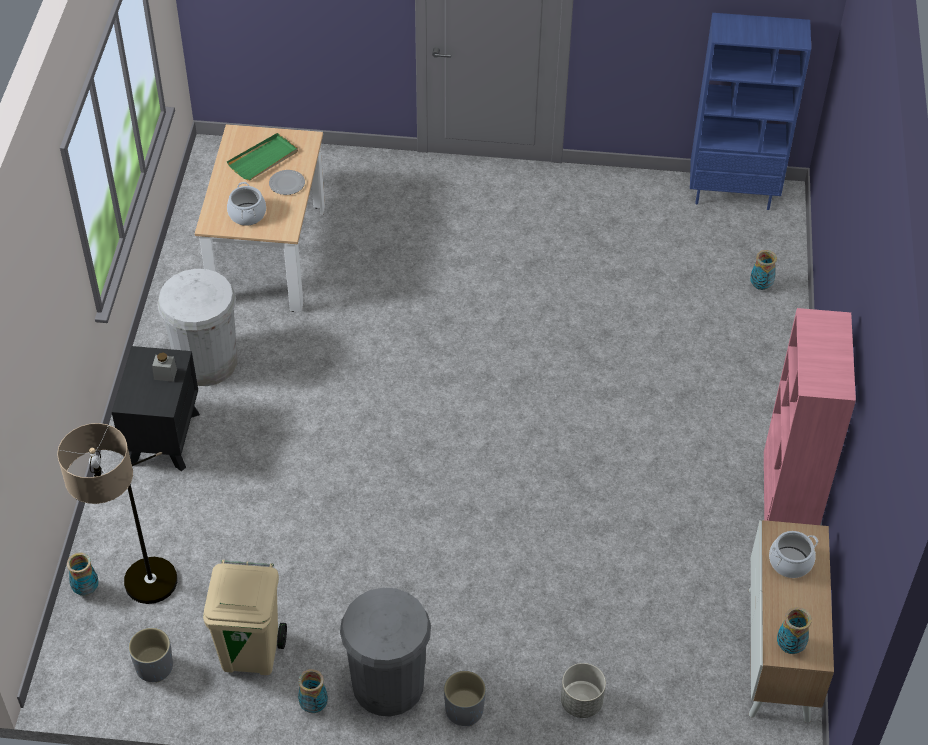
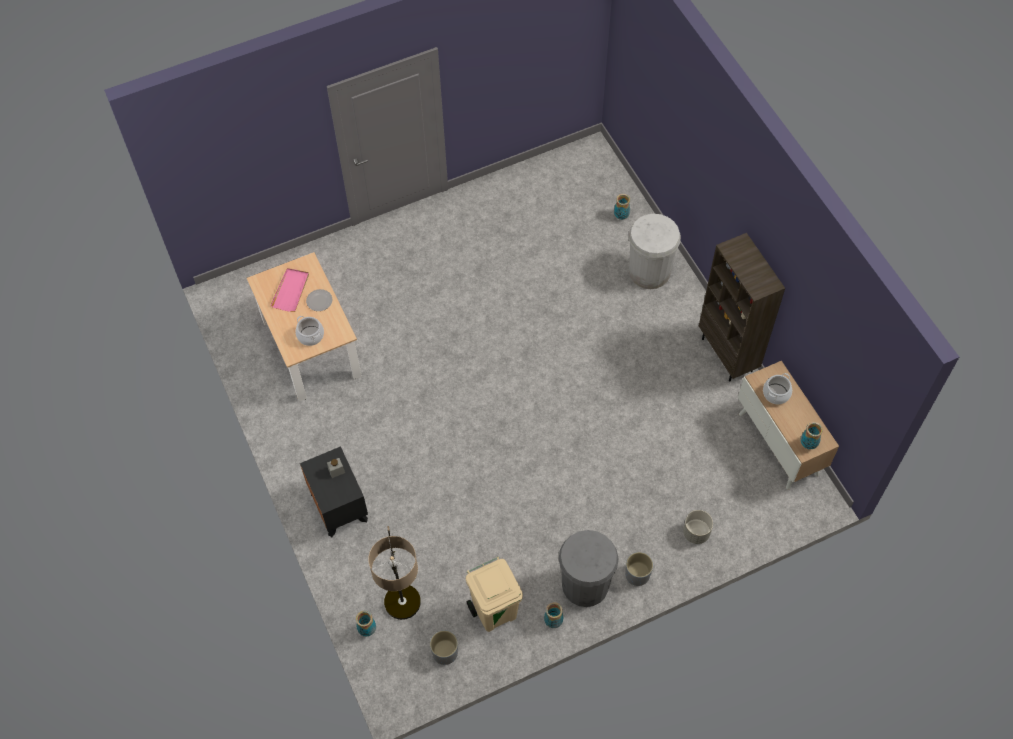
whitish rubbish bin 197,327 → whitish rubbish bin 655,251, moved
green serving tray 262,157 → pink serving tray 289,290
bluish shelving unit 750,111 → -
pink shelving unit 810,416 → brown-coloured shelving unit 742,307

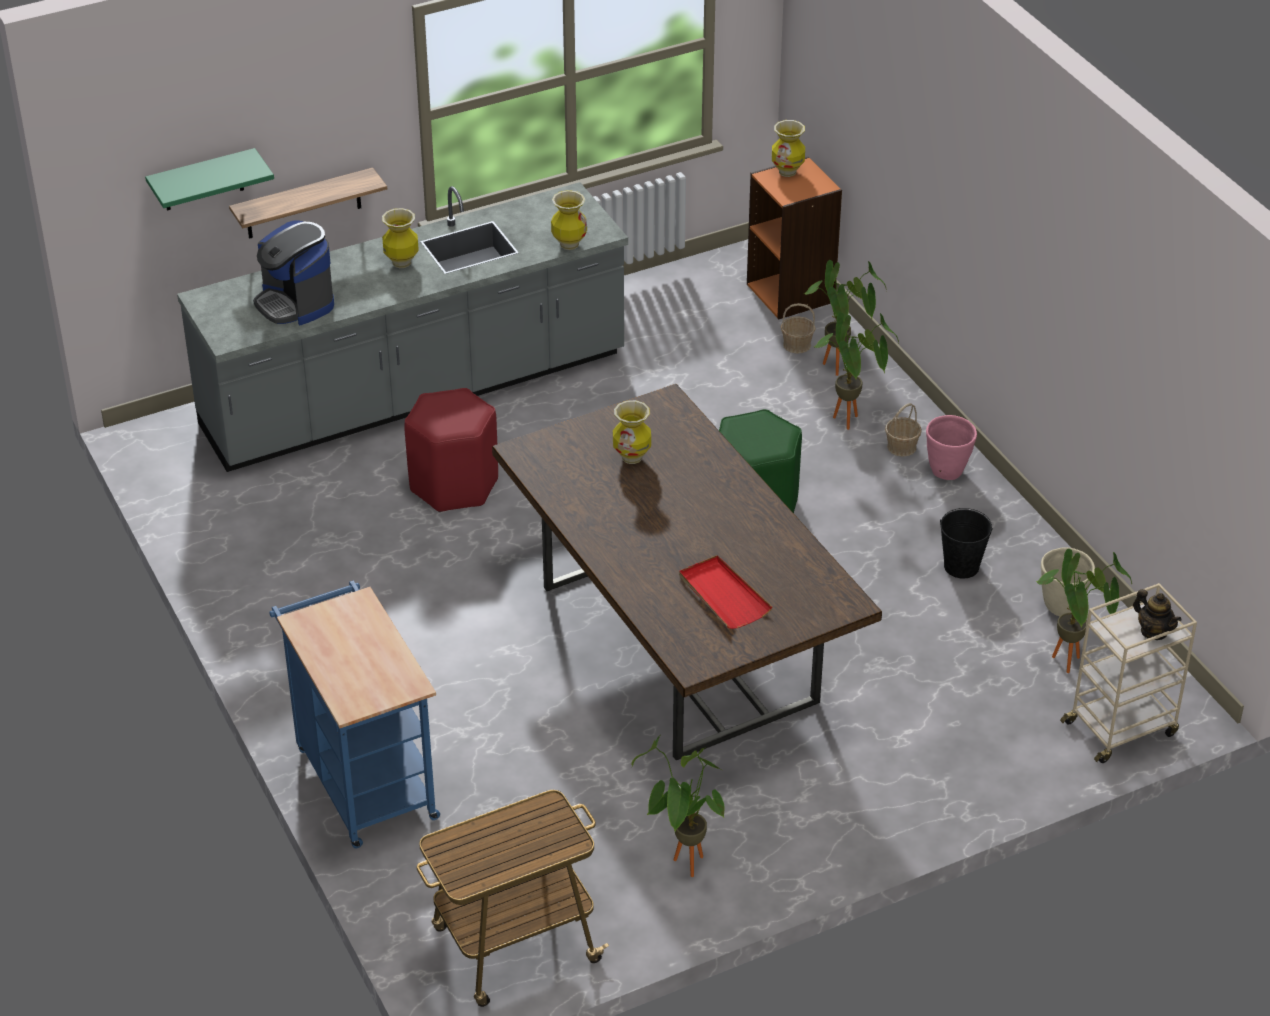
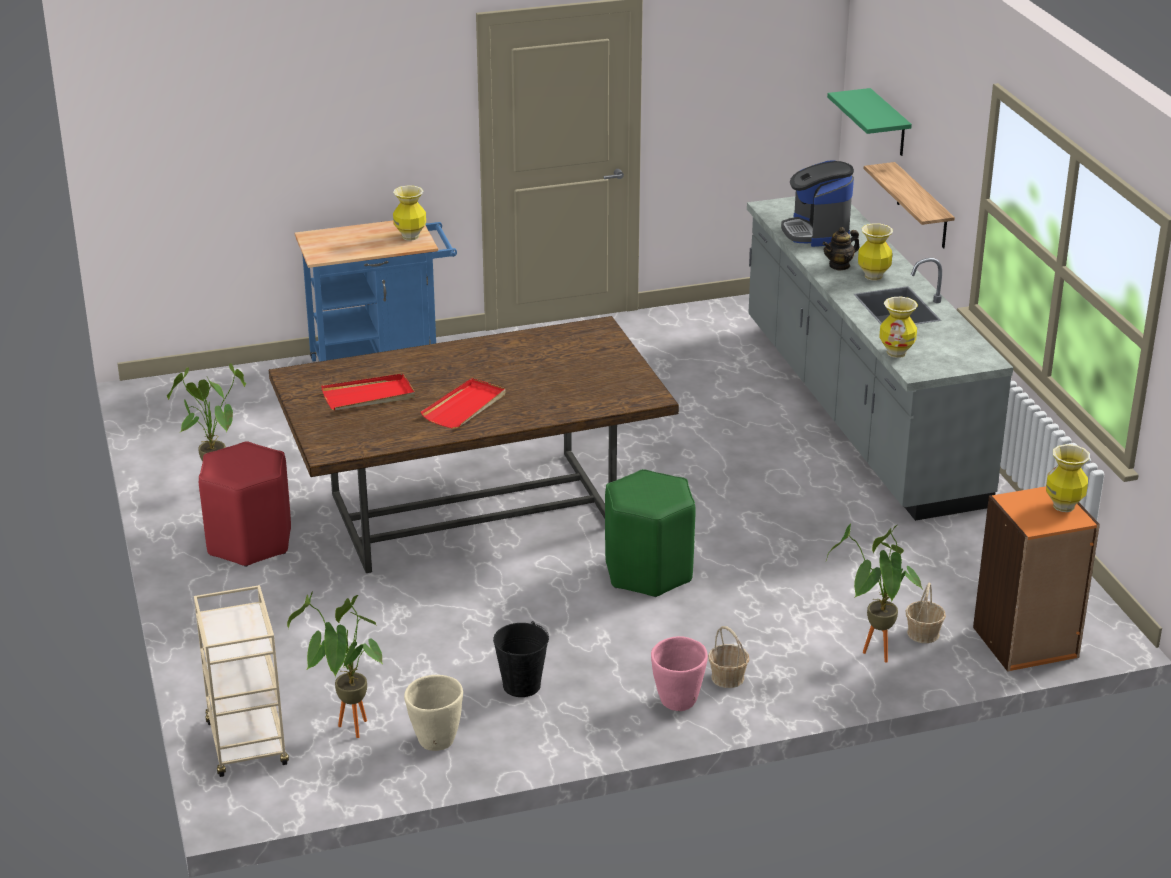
coffee brewer 293,272 → coffee brewer 817,203, 75 degrees counterclockwise
reddish stool 451,450 → reddish stool 245,504, moved
cart 513,898 → -
decorative vase 632,432 → decorative vase 409,213, moved
houseplant 856,371 → -
tea pot 1157,614 → tea pot 840,249, moved
- → reddish serving tray 463,403

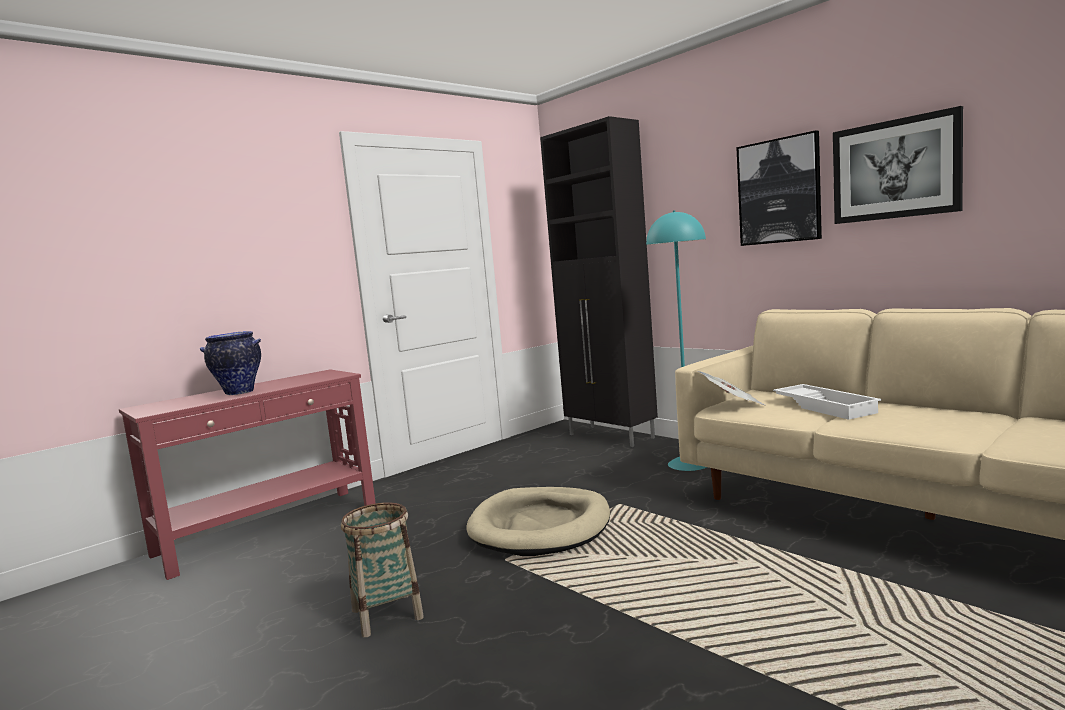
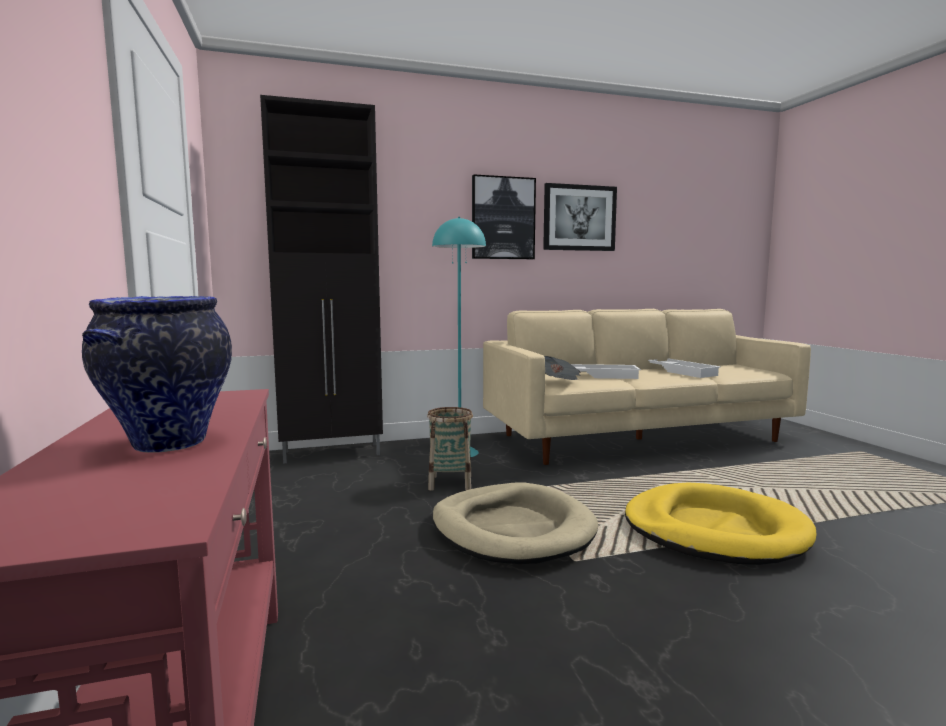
storage basket 382,569 → storage basket 450,449, moved
- → yellow dog bed 721,523
- → whitish serving tray 684,368

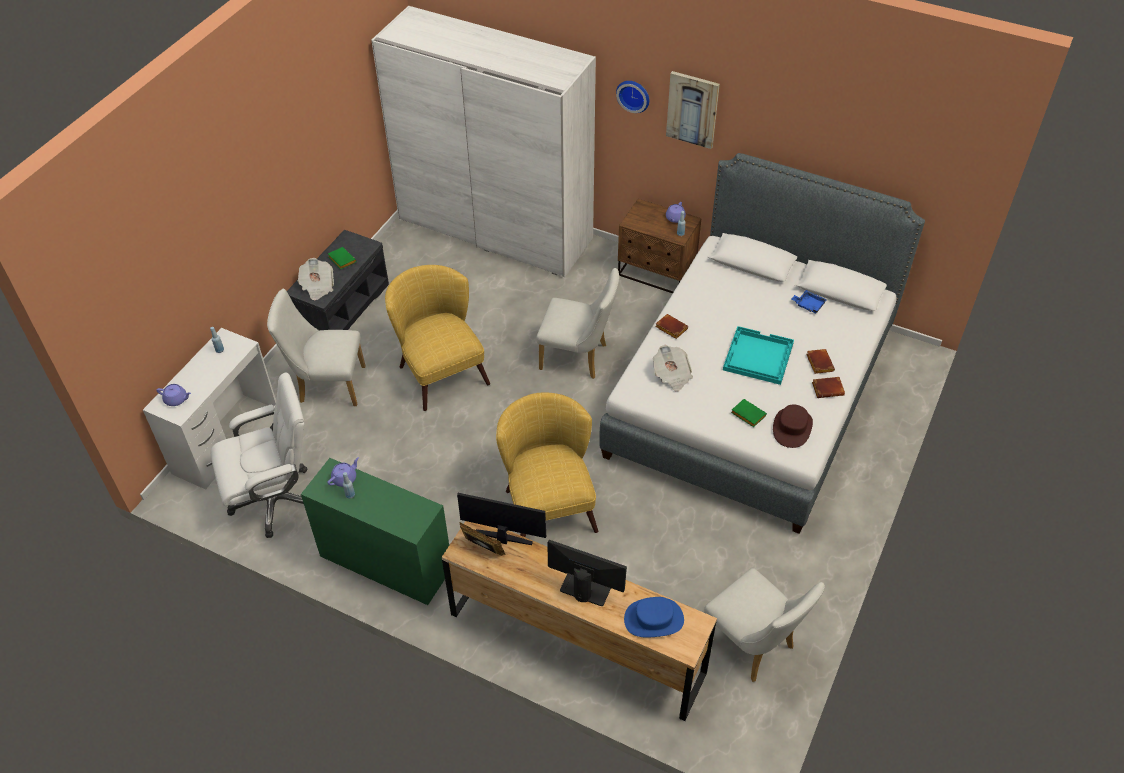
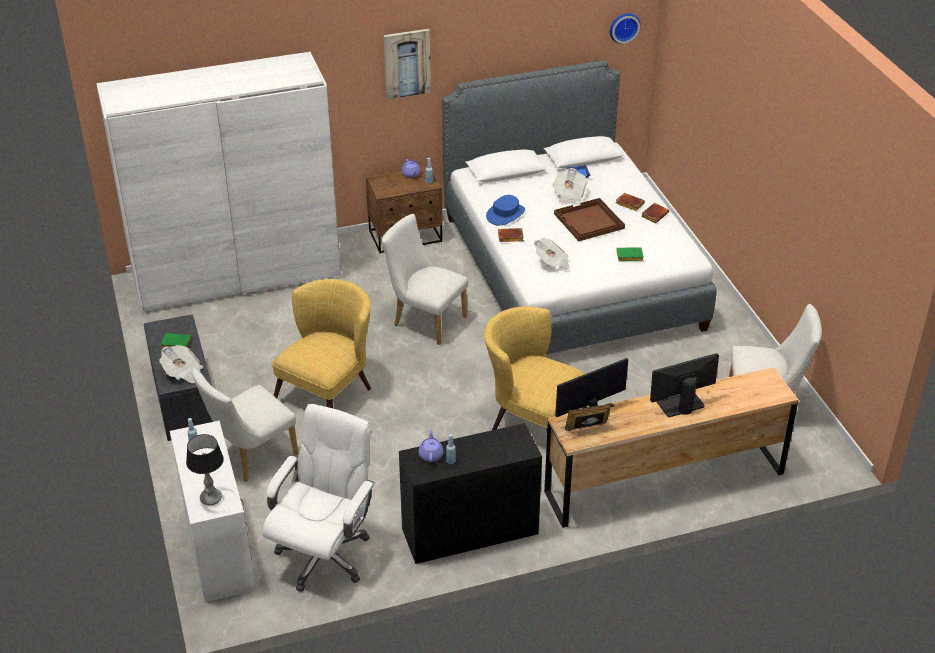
purple tea pot 173,395 → lamp for a table 205,469
green desk table 375,531 → blackish desk table 470,493
yellow lounge chair 437,338 → yellow lounge chair 321,343, 105 degrees clockwise
whitish chair 578,323 → whitish chair 424,279, 120 degrees counterclockwise
hanging clock 632,97 → hanging clock 625,28, moved
bluish clothing hat 654,617 → bluish clothing hat 505,210, moved
turquoise serving tray 758,355 → brown-coloured serving tray 589,219
brown-coloured clothing hat 793,426 → -
- → newspaper 570,186

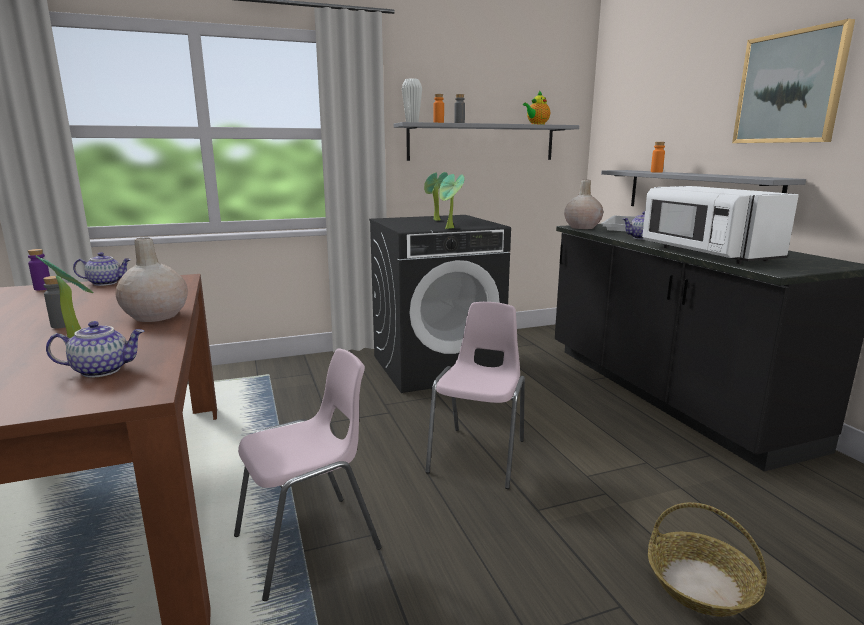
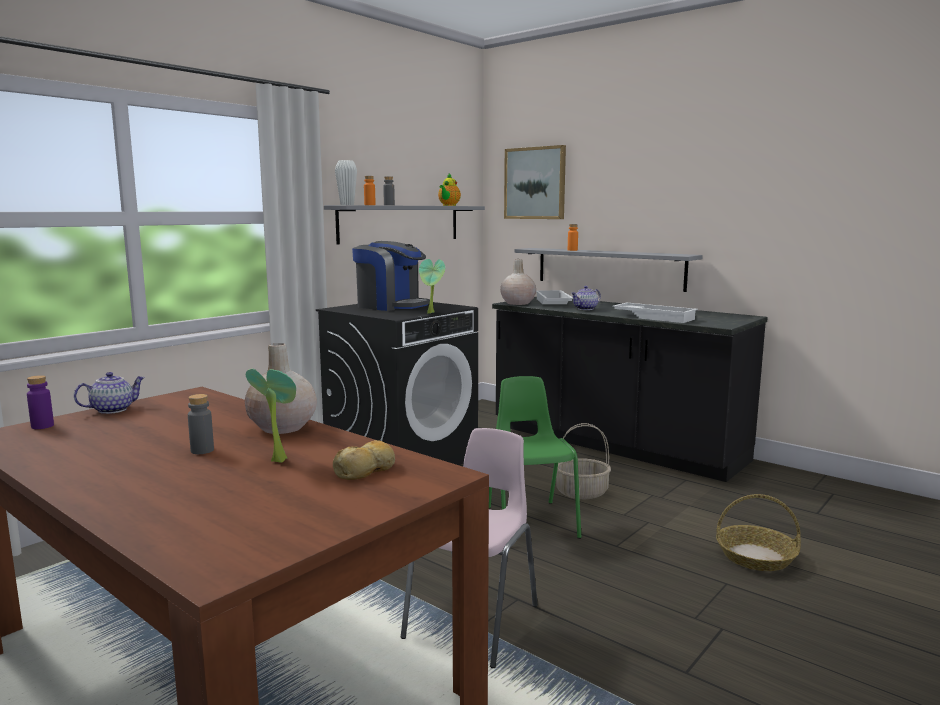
tea pot 95,349 → bakery bread 364,460
houseplant 436,196 → coffee brewer 391,276
pink chair 475,395 → green chair 535,457
whitish kitchen microwave 720,225 → whitish serving tray 655,313
wall picture 793,81 → wall picture 535,182, moved
- → storage basket 583,461

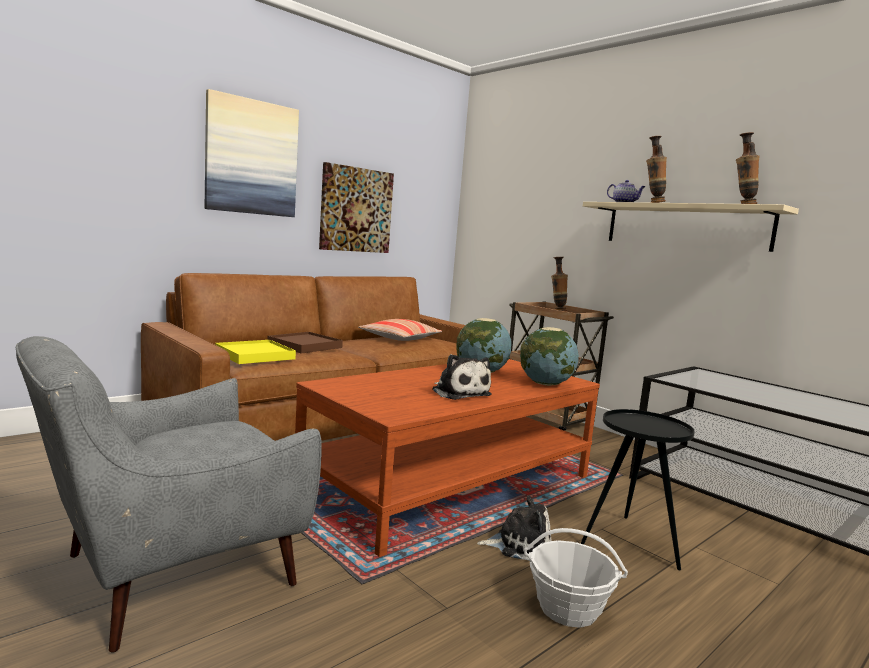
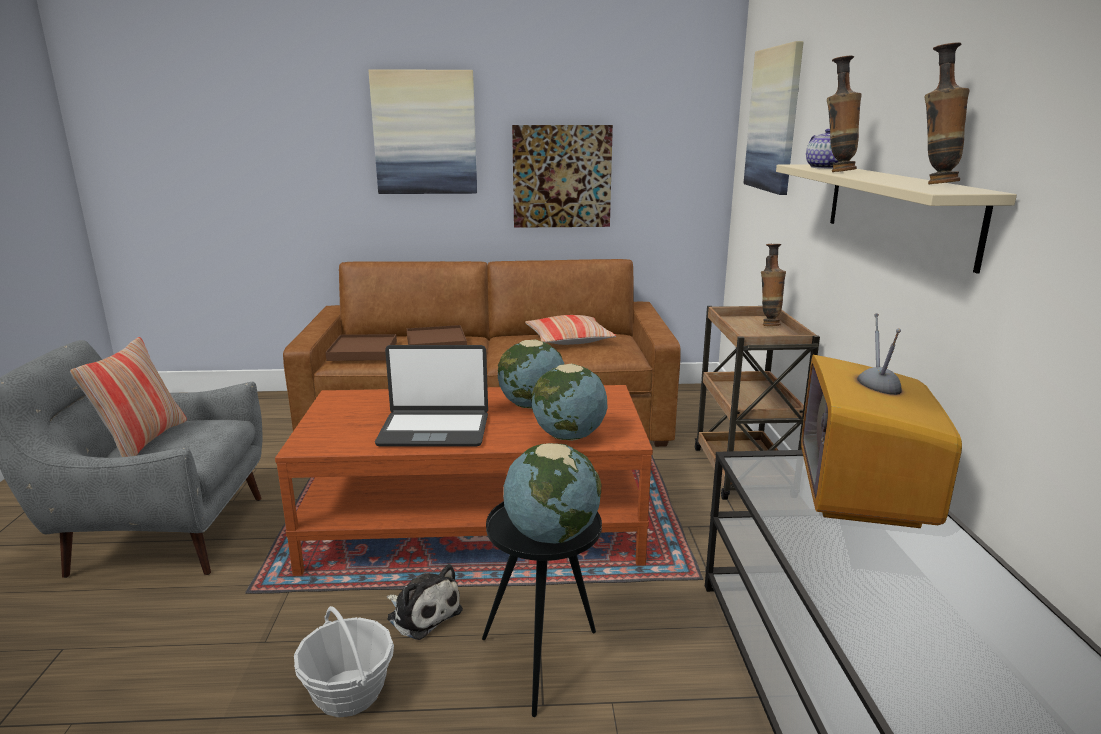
yellow serving tray 255,352 → brown-coloured serving tray 361,347
soft toy 461,377 → portable computer 431,396
- → cushion 128,397
- → world globe 552,493
- → wall picture 773,118
- → TV 881,420

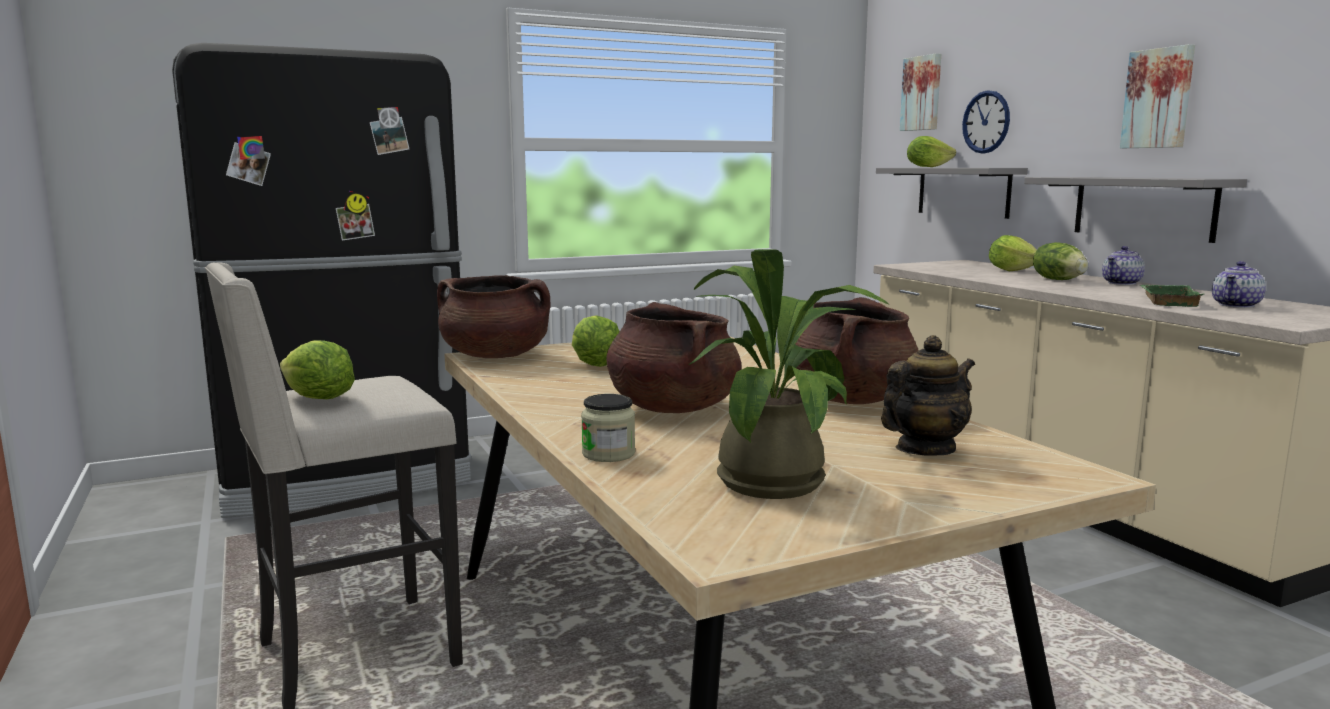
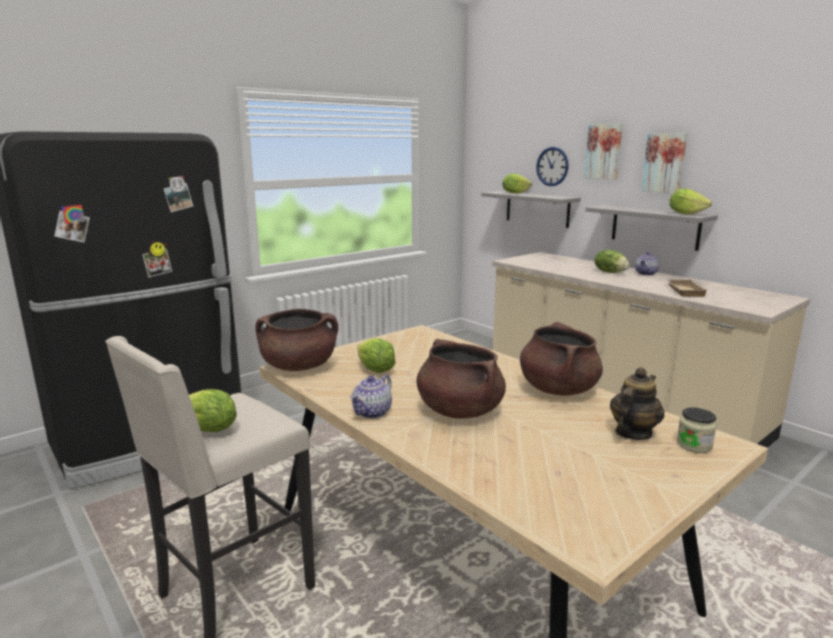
jar 608,428 → jar 696,430, moved
houseplant 789,374 → -
wall picture 920,92 → wall picture 603,151, moved
head of lettuce 1013,253 → head of lettuce 690,201, moved
green serving tray 1171,296 → sand-coloured serving tray 687,288
tea pot 1239,284 → tea pot 371,396, moved

